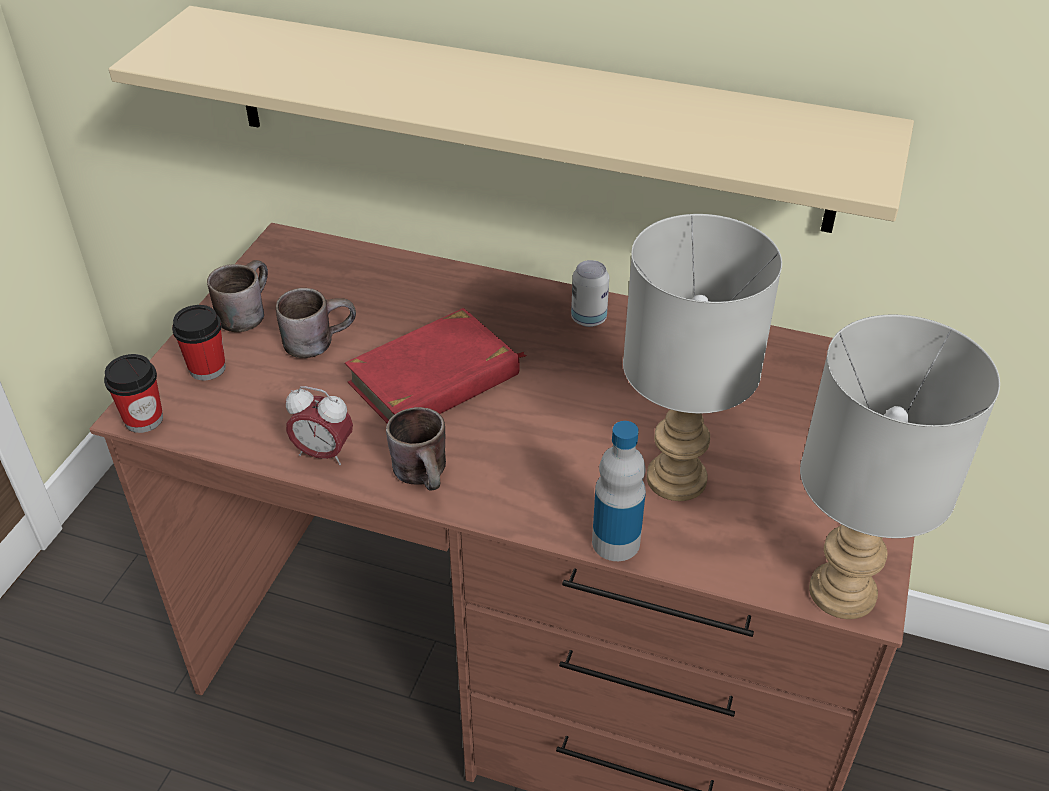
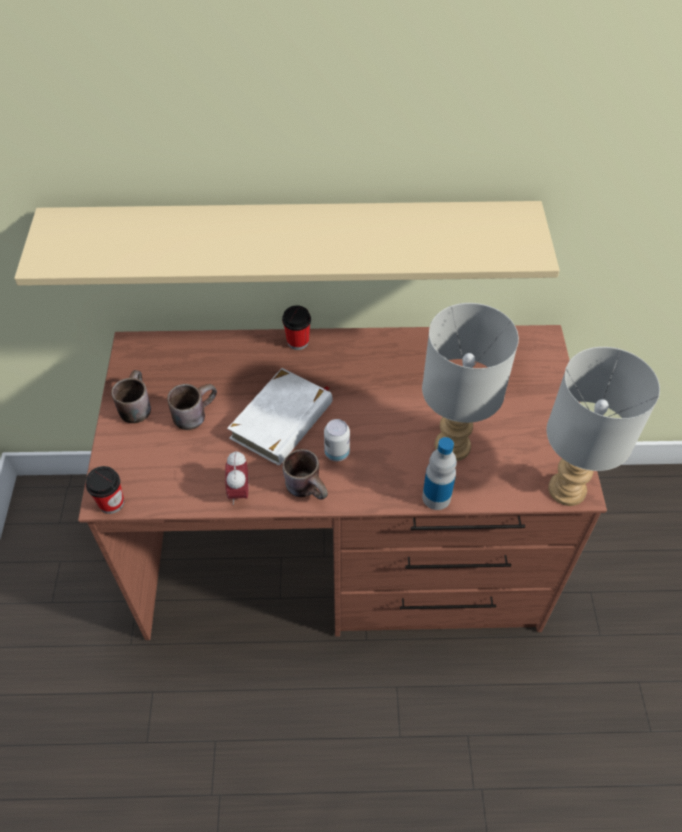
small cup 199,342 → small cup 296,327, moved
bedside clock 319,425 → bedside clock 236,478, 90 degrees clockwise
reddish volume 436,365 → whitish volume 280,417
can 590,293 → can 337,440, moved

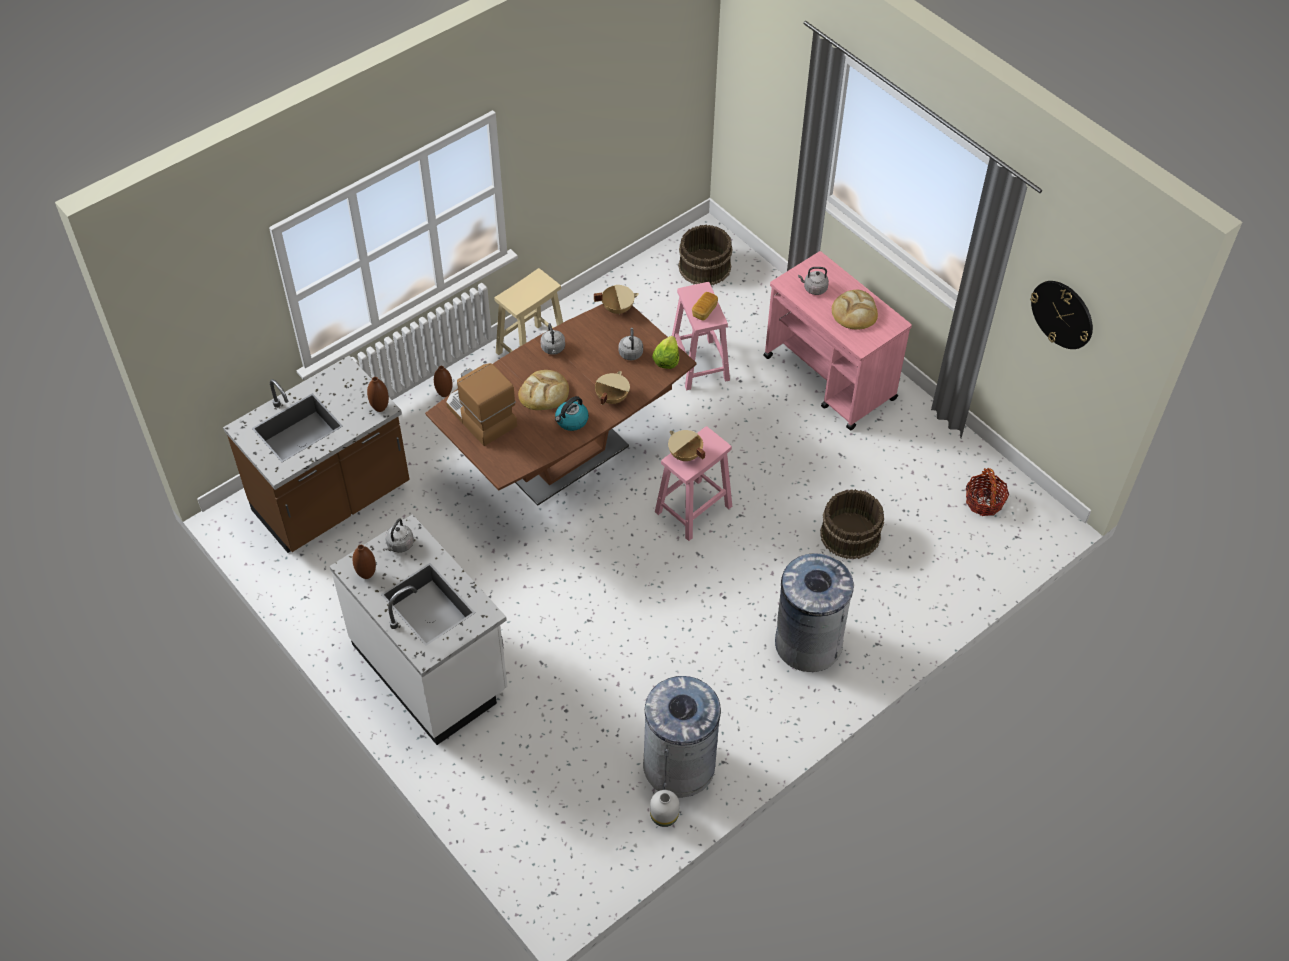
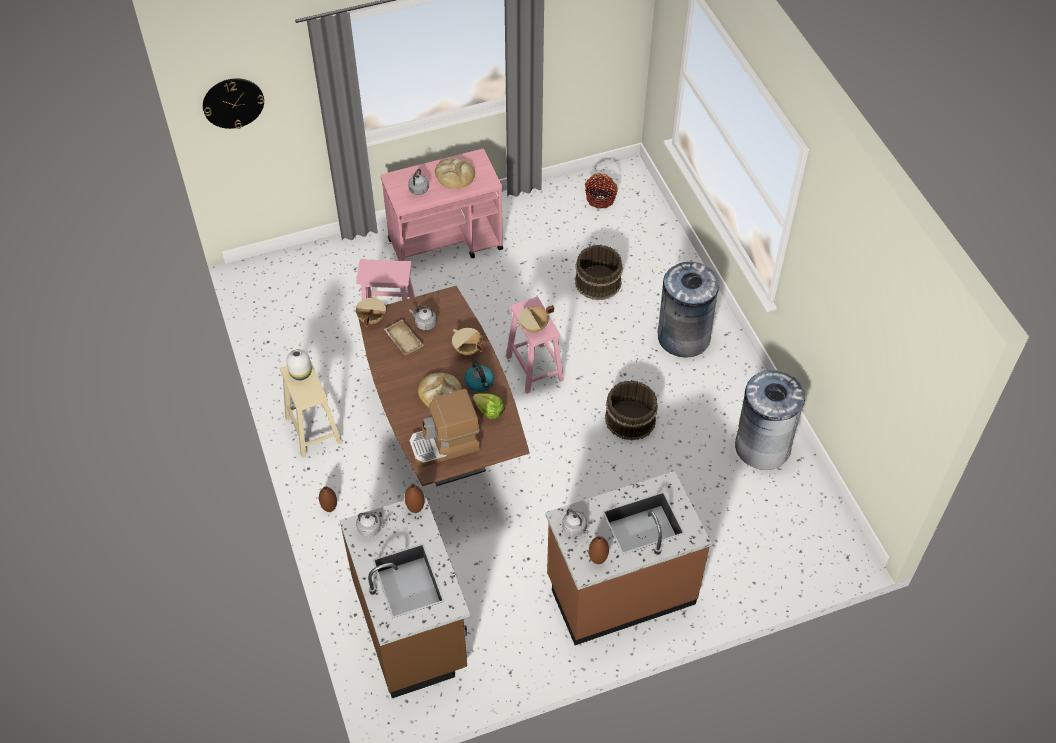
whitish kitchen base unit 418,629 → brown-coloured kitchen base unit 628,558
gray water kettle 552,339 → gray water kettle 371,524, moved
whitish decorative vase 665,808 → whitish decorative vase 299,364, moved
head of lettuce 665,352 → head of lettuce 489,406, moved
brown-coloured pail 705,255 → brown-coloured pail 631,410, moved
bakery bread 705,306 → -
hanging clock 1061,315 → hanging clock 233,103, moved
- → sand-coloured serving tray 404,337

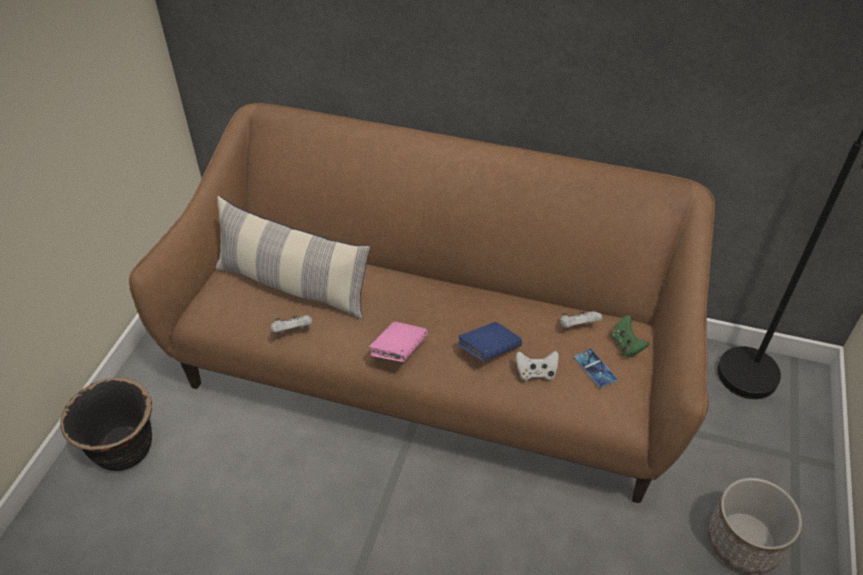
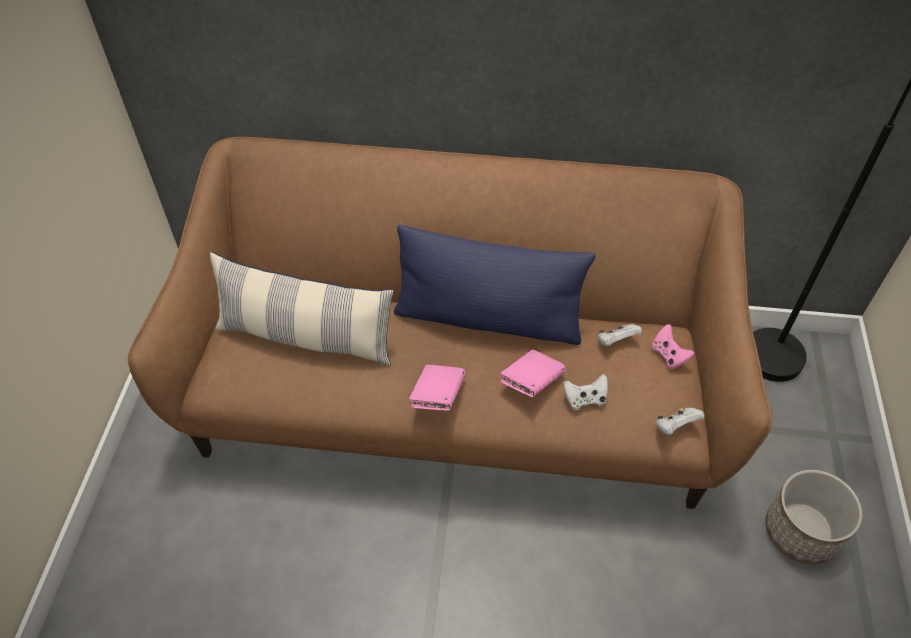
blackish flower pot 106,424 → -
whitish gamepad 291,324 → whitish gamepad 680,421, moved
bluish volume 490,341 → pink volume 533,373
handset 595,368 → -
green gamepad 630,336 → pink gamepad 673,346
- → bluish cushion 494,285

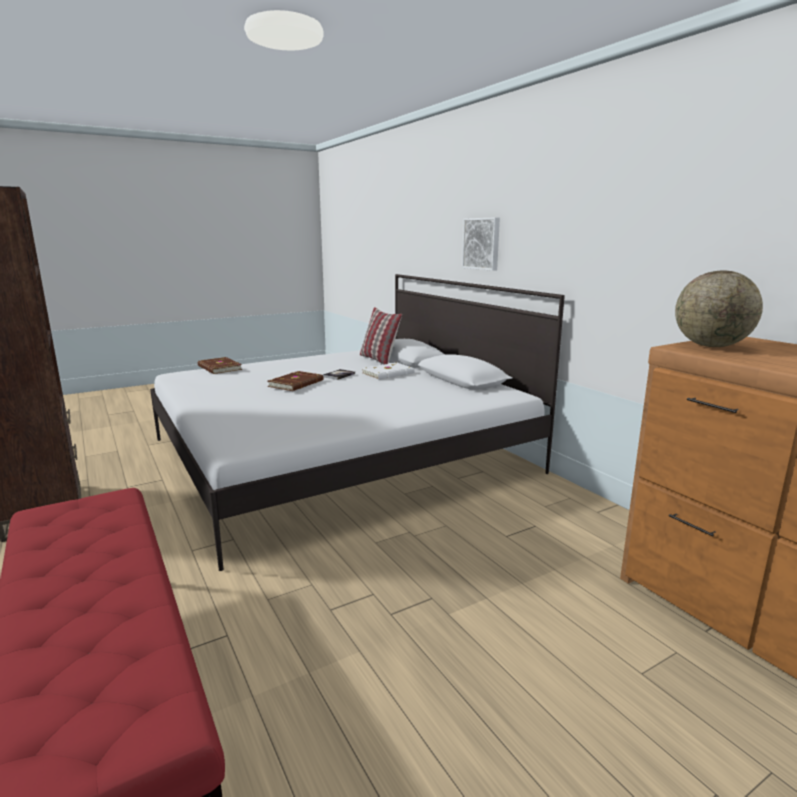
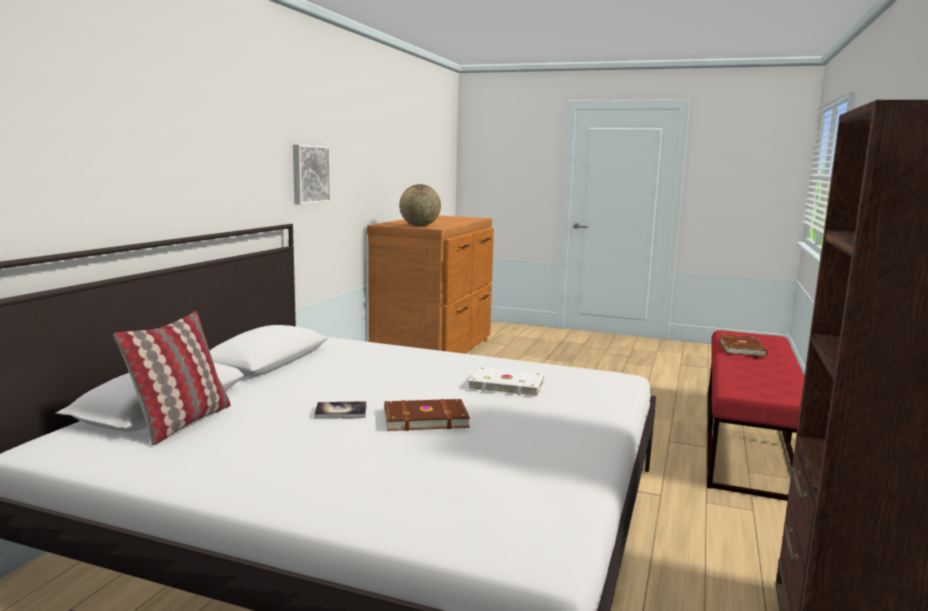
brown-coloured volume 220,365 → brown-coloured volume 743,345, moved
whitish volume 388,371 → whitish volume 506,382, moved
wall picture 481,244 → wall picture 312,174, moved

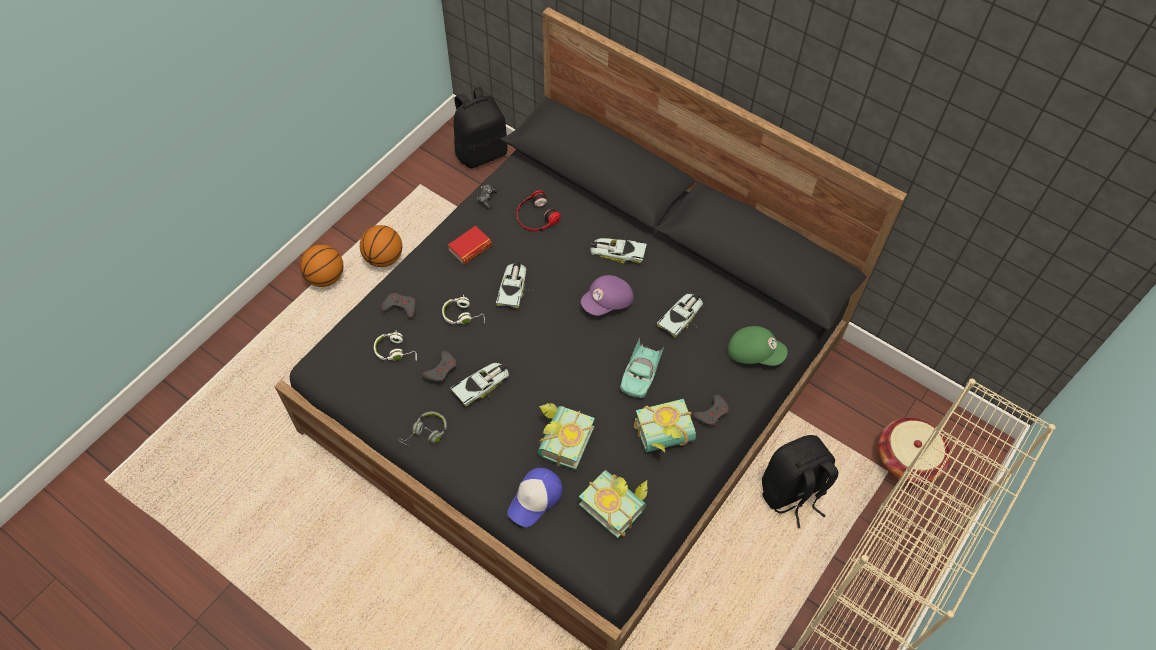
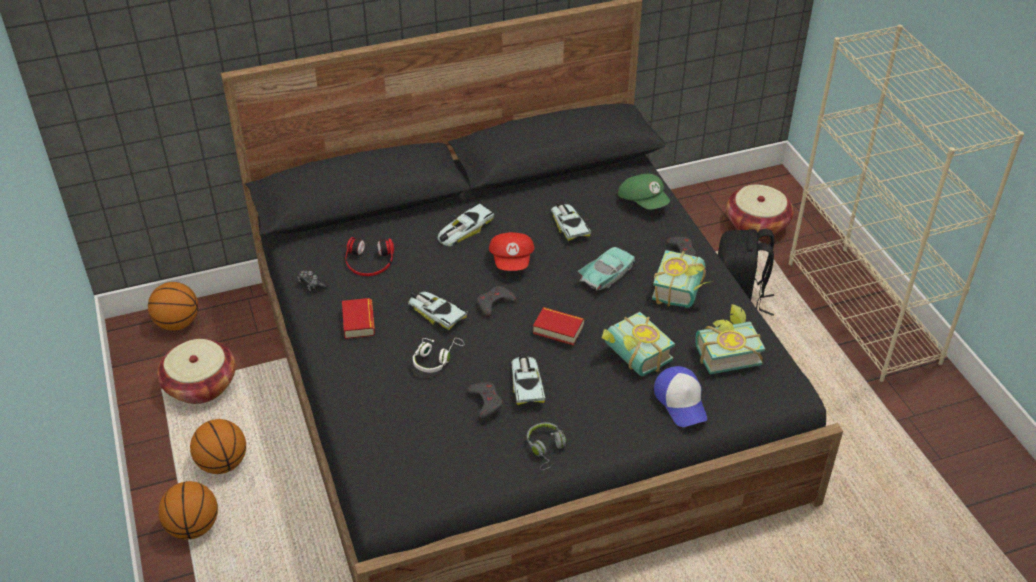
whitish headset 395,345 → -
gray gamepad 398,306 → gray gamepad 496,301, moved
blackish rucksack 481,127 → basketball 173,306
purple peaked cap 607,295 → reddish peaked cap 511,251
turquoise toy car 642,368 → turquoise toy car 606,269, 105 degrees counterclockwise
green peaked cap 758,346 → green peaked cap 644,191, 90 degrees clockwise
- → storage basket 196,371
- → volume 558,326

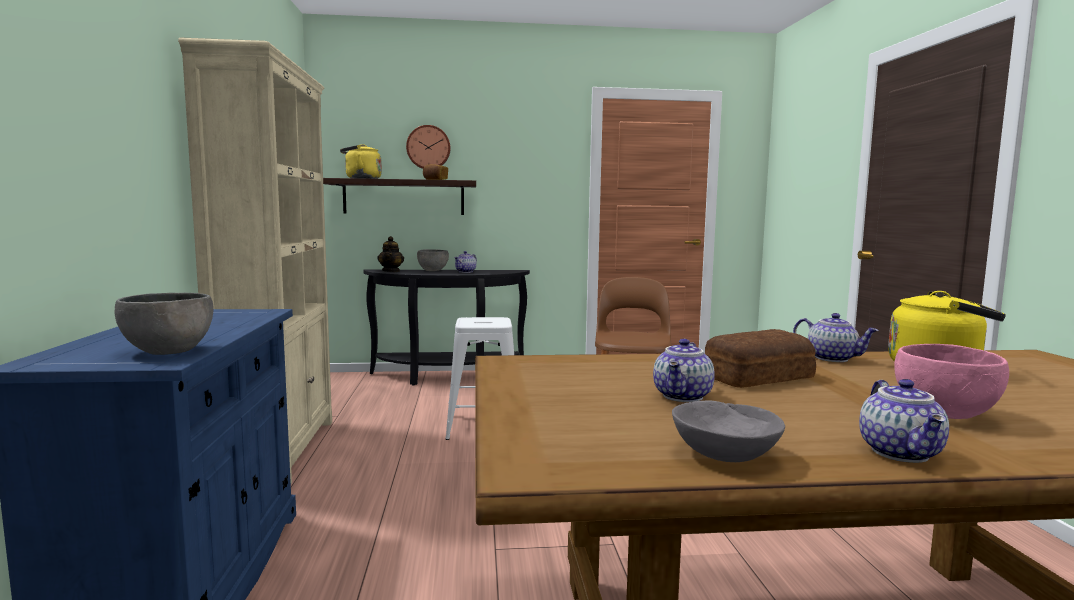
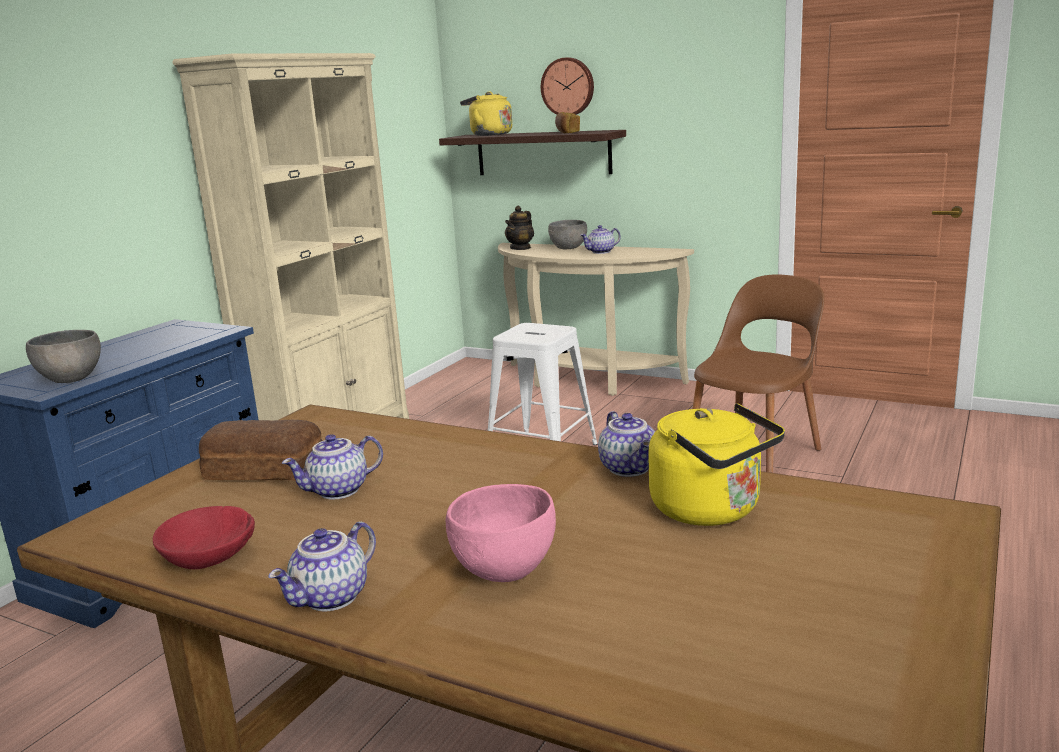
blackish hall table 446,327 → sand-coloured hall table 596,319
gray bowl 728,431 → reddish bowl 204,537
bakery bread 760,358 → bakery bread 260,450, moved

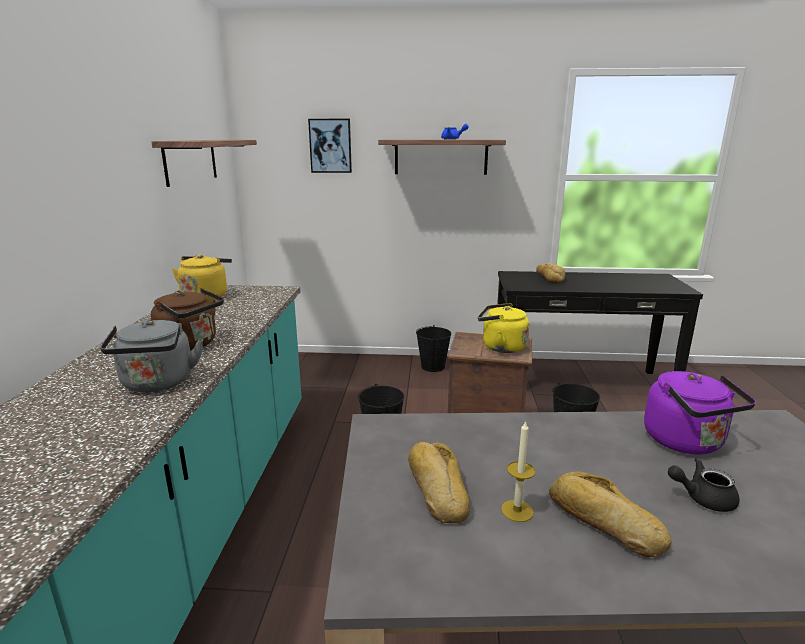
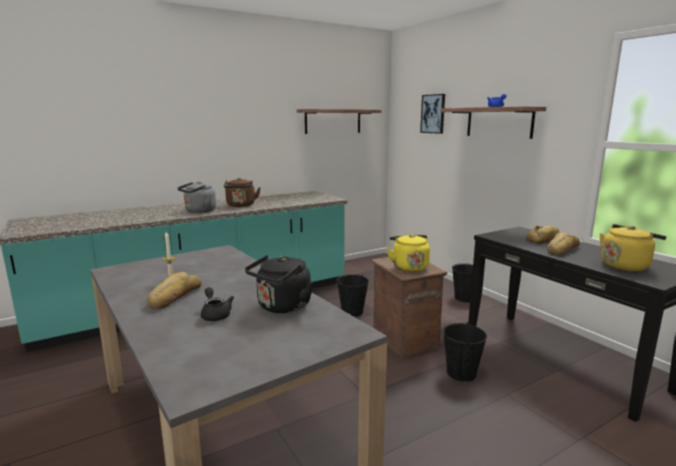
yellow water kettle 202,278 → yellow water kettle 633,247, moved
bakery bread 439,482 → bakery bread 563,243, moved
purple water kettle 700,412 → blackish water kettle 279,284

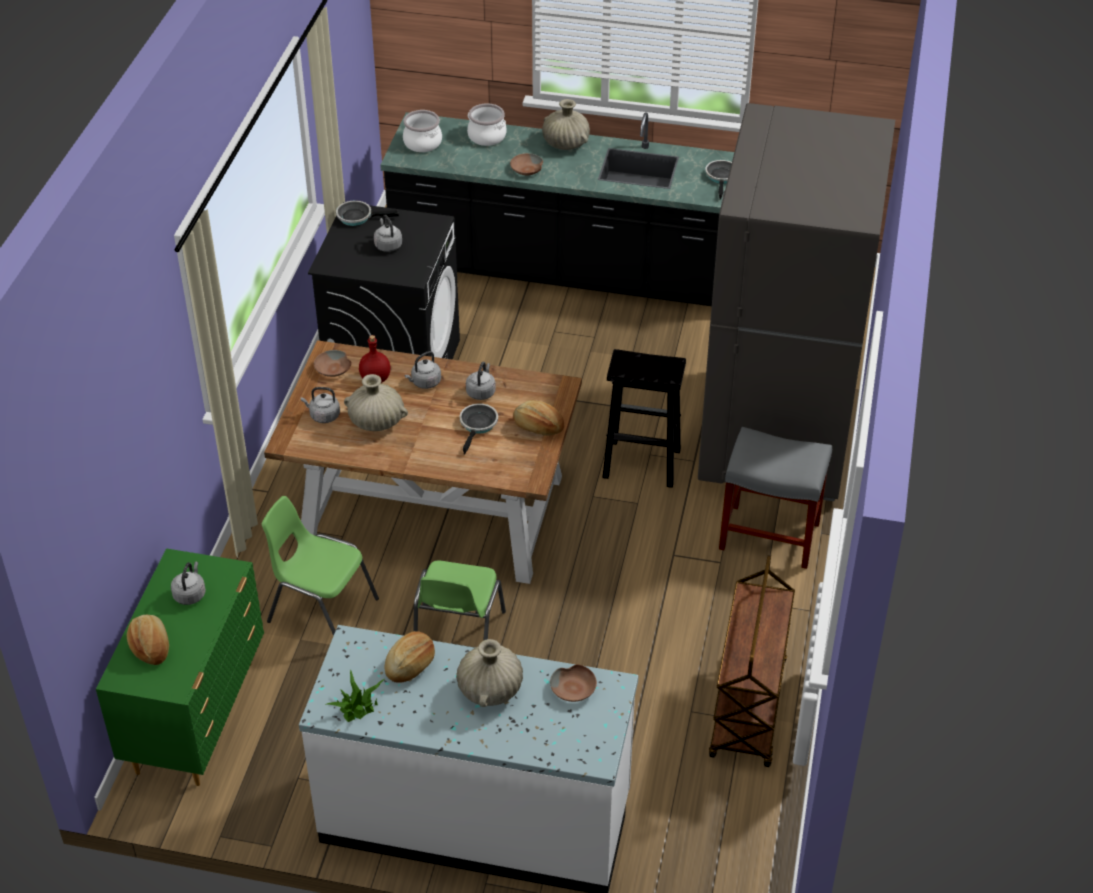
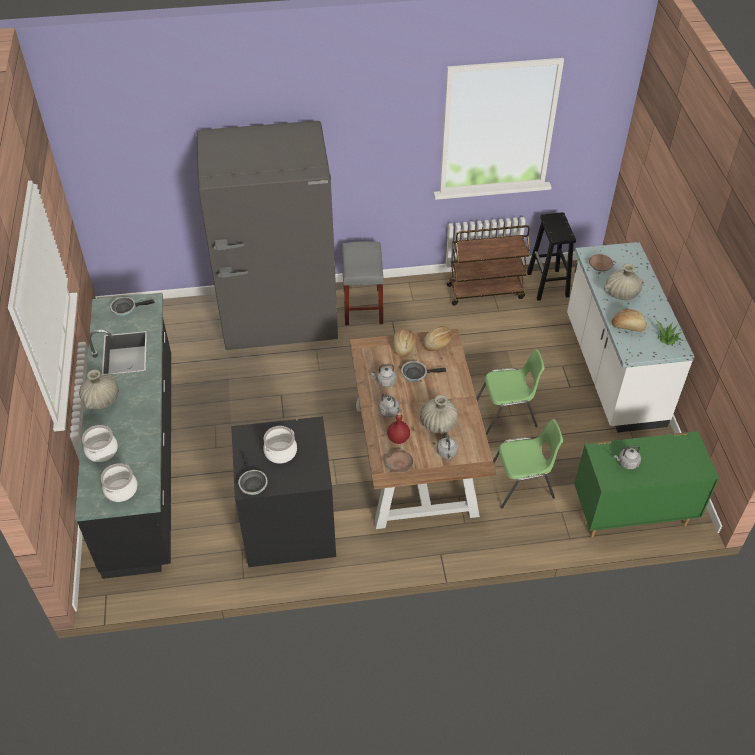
bakery bread 148,640 → bakery bread 437,338, moved
green chair 320,566 → green chair 528,464, 105 degrees counterclockwise
gray water kettle 388,233 → cooking pot 280,445
brown-coloured bowl 526,164 → -
blackish stool 644,418 → blackish stool 551,256, moved

